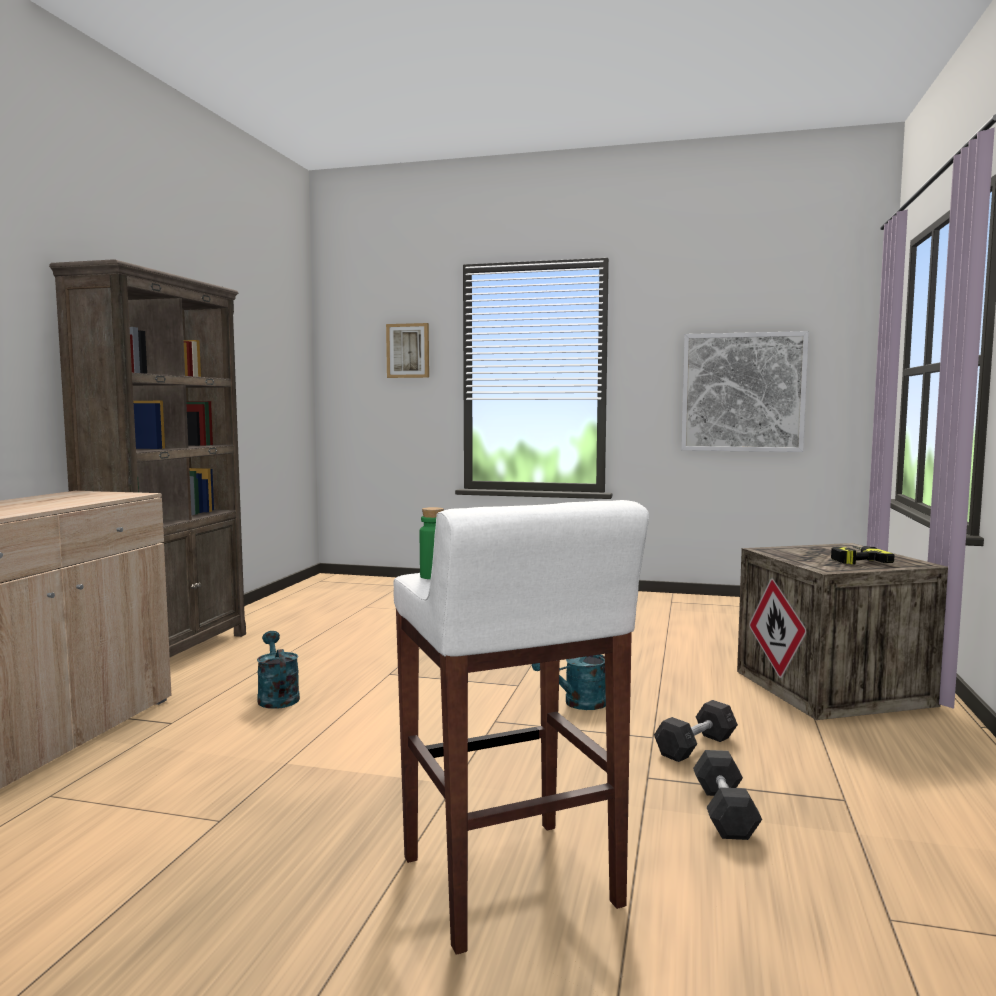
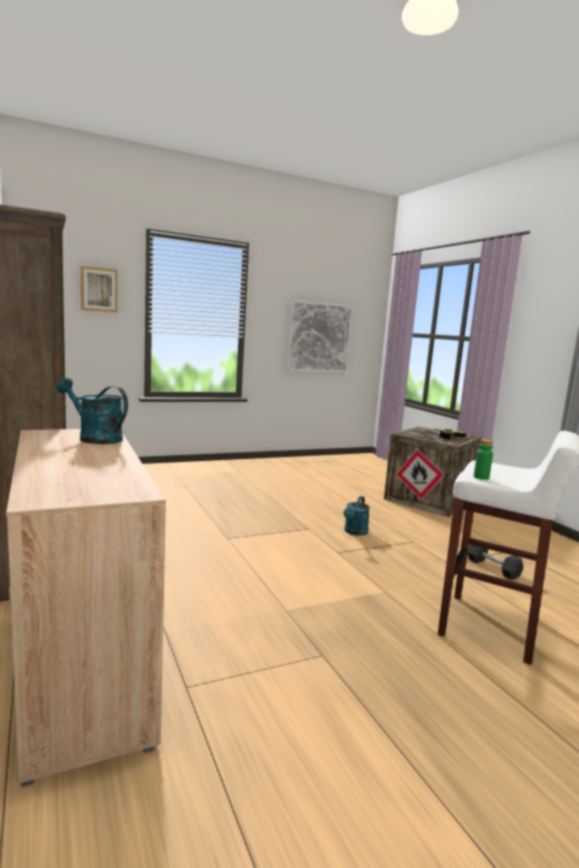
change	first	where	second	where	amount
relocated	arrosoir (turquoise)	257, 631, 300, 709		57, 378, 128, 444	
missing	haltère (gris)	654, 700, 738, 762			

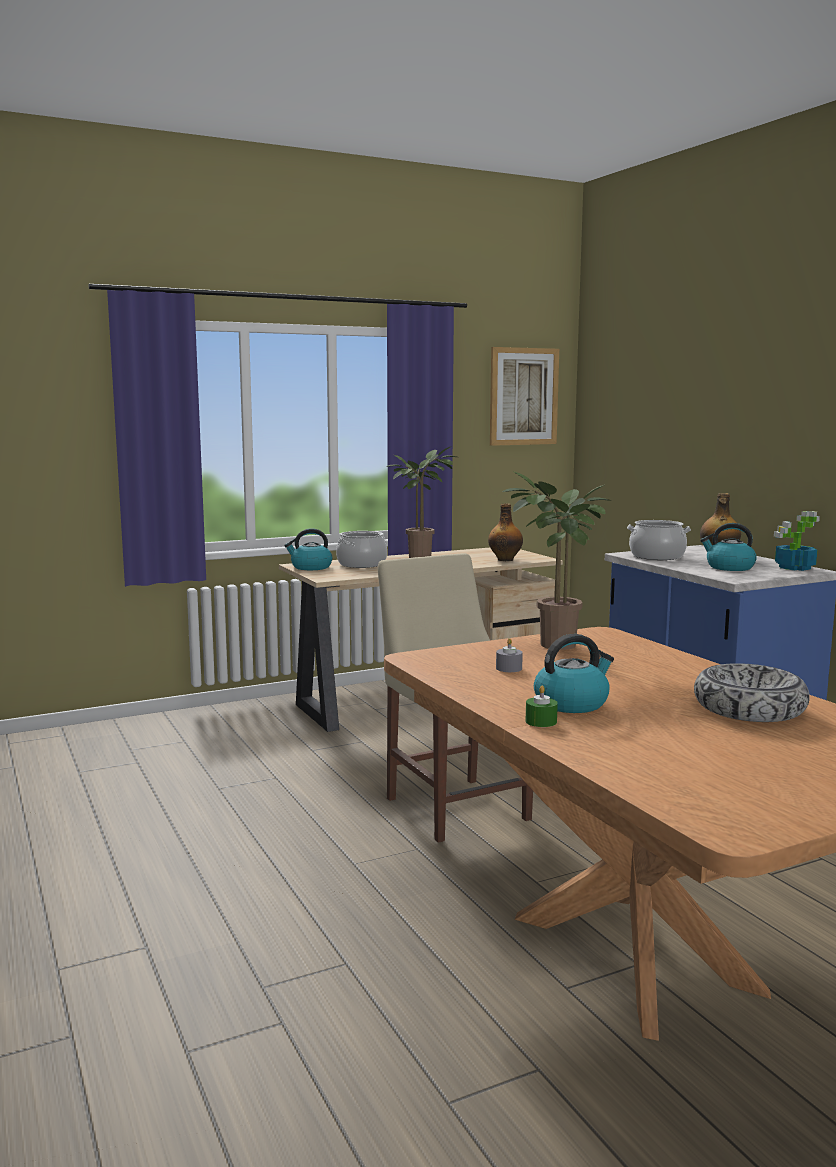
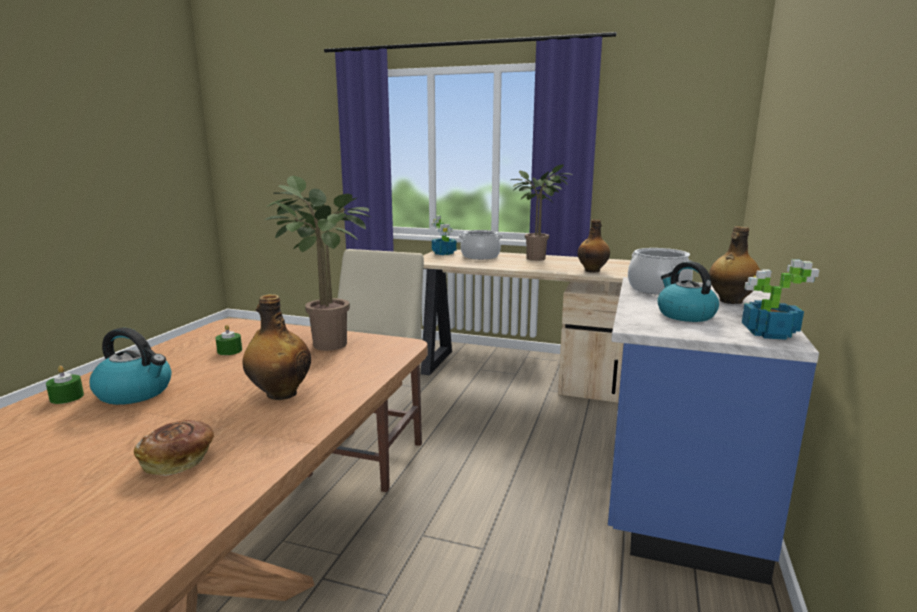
change	first	where	second	where	amount
exchanged	bouilloire	284, 528, 332, 570	plante en pot	431, 215, 456, 255	
missing	tableau	490, 347, 559, 446			
colour	bougie (gris)	496, 638, 523, 672	bougie (vert)	216, 324, 242, 355	
exchanged	bol	694, 663, 810, 722	pain	134, 420, 214, 476	
appeared			bouteille	243, 294, 311, 400	

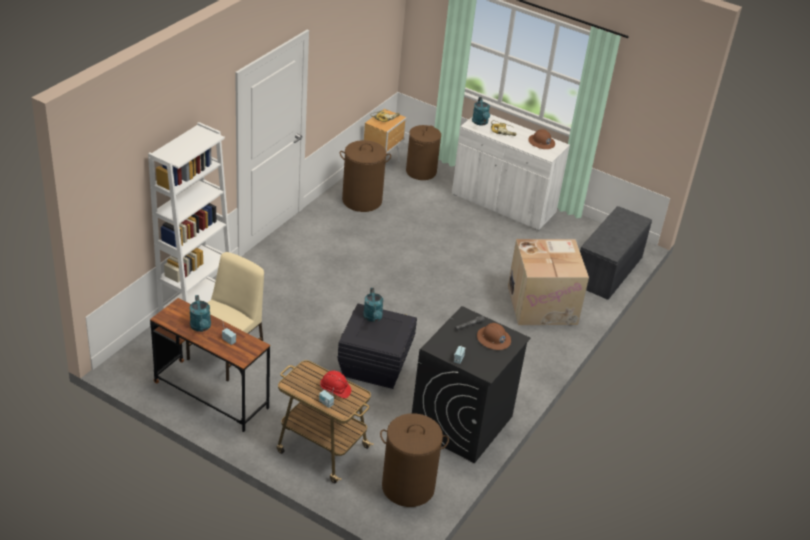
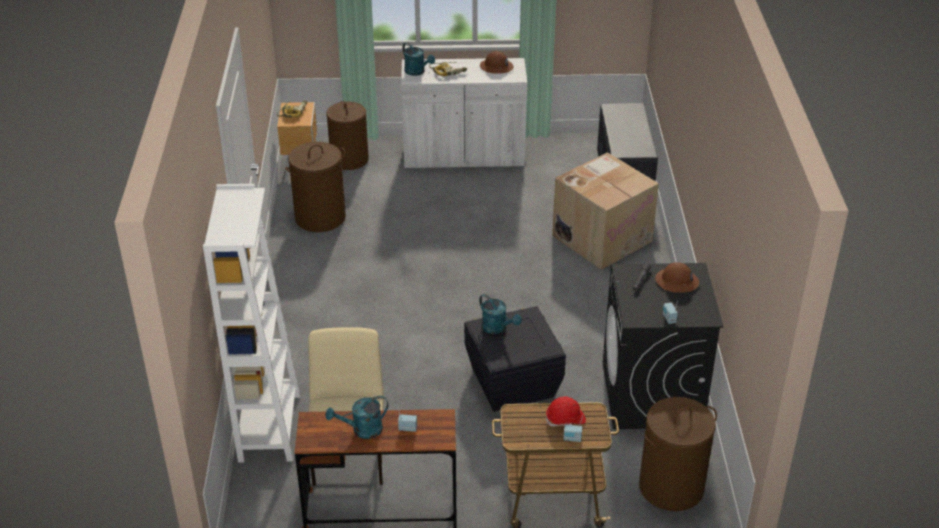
change	first	where	second	where	amount
spun	arrosoir (turquoise)	189, 295, 211, 332		326, 396, 388, 439	120 degrees clockwise

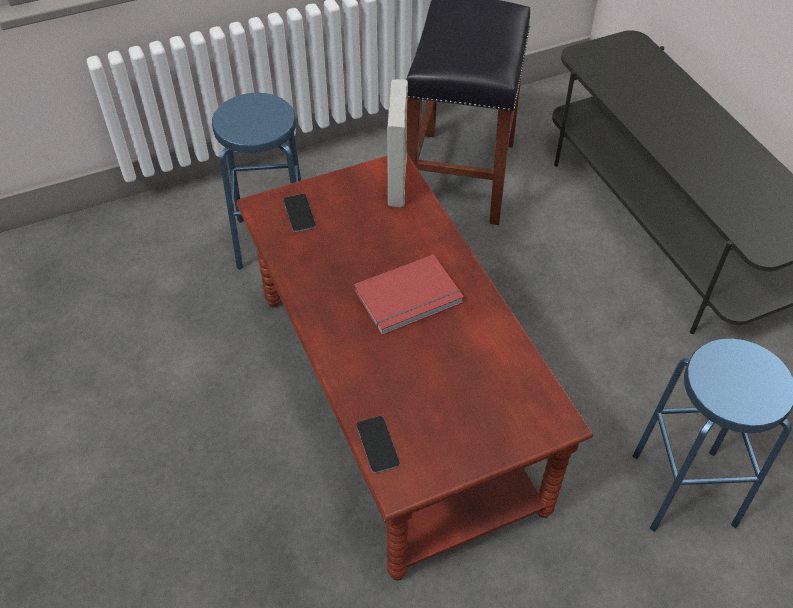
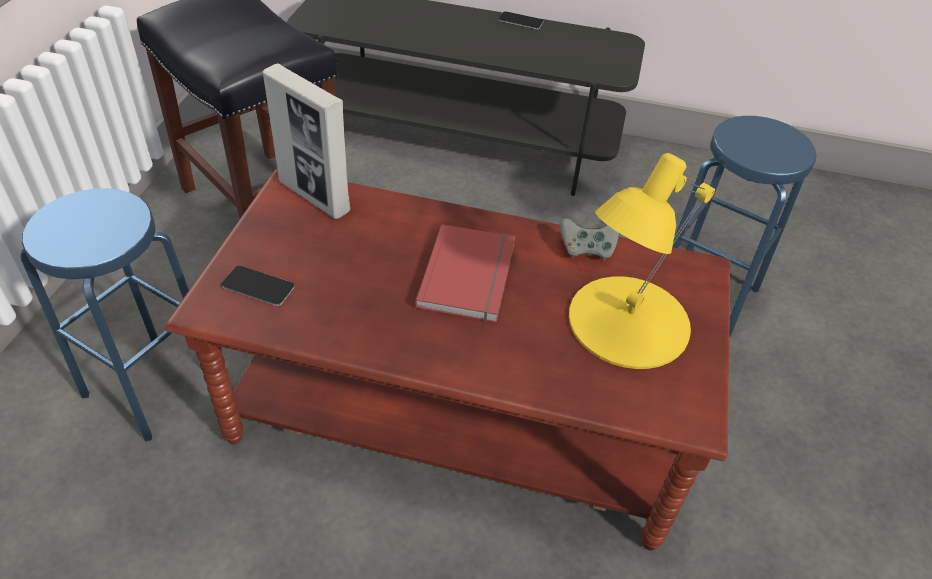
change	first	where	second	where	amount
relocated	téléphone	357, 416, 400, 473		498, 11, 544, 30	
appeared			manette (gris)	560, 218, 619, 260	
appeared			lampe de table (jaune)	569, 153, 715, 369	

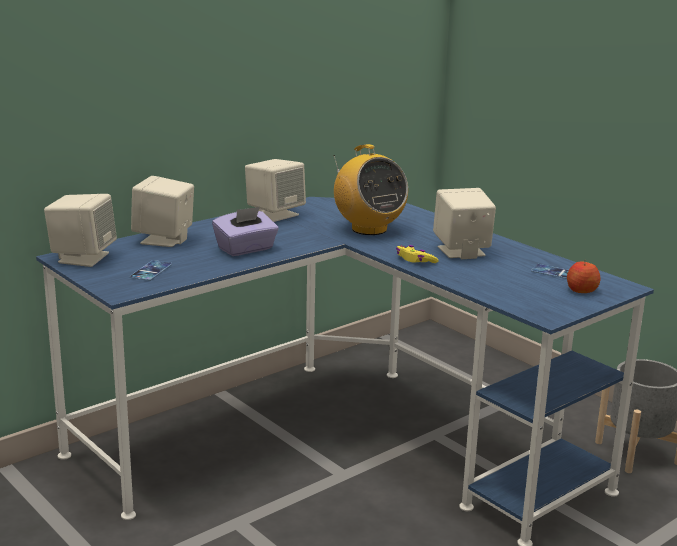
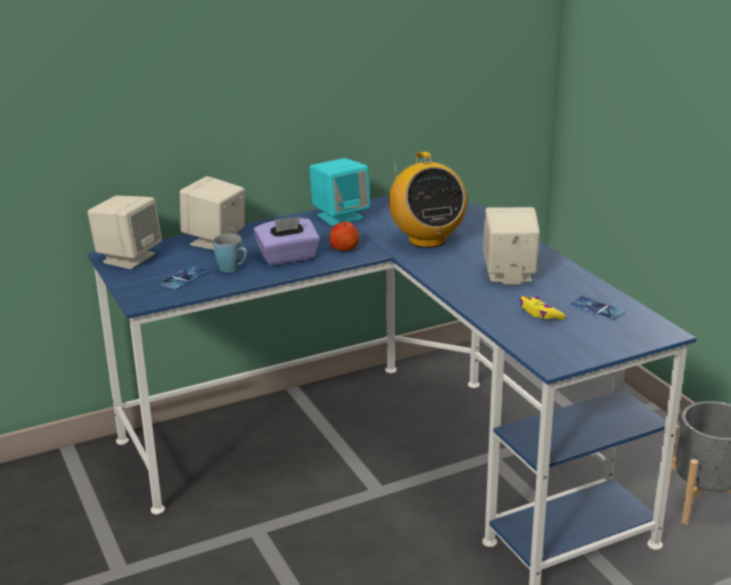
change	first	where	second	where	amount
colour	enceinte (beige)	245, 159, 306, 222	enceinte (turquoise)	309, 158, 370, 226	
relocated	manette (jaune)	396, 245, 439, 263		519, 296, 566, 320	
relocated	pomme	567, 261, 600, 293		329, 222, 359, 251	
appeared			mug (bleu)	213, 234, 247, 272	

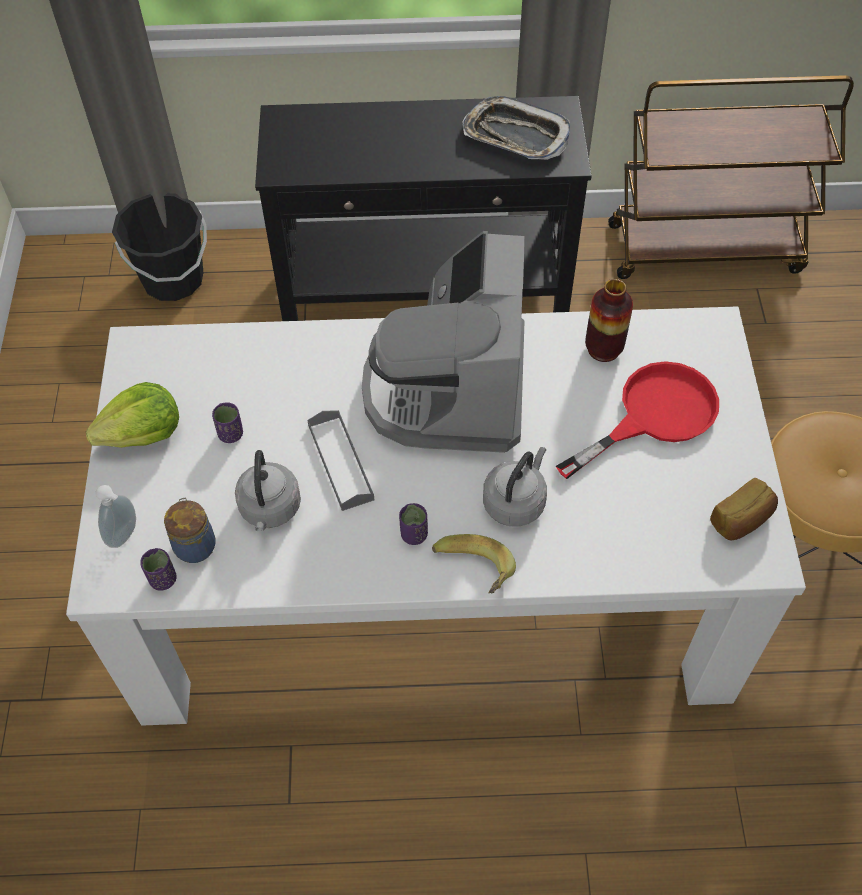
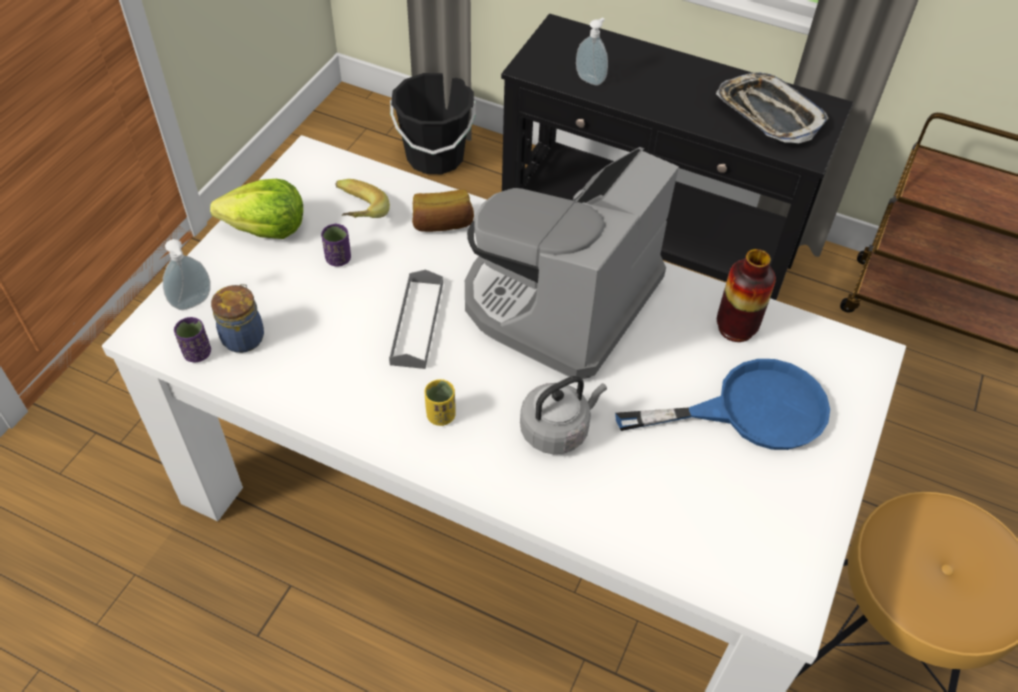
change	first	where	second	where	amount
missing	bouilloire (gris)	235, 450, 301, 531			
colour	tasse (violet)	399, 503, 428, 545	tasse (jaune)	424, 379, 456, 426	
relocated	banane	432, 534, 516, 593		335, 179, 390, 218	
colour	poêle (rouge)	555, 361, 719, 479	poêle (bleu)	615, 359, 830, 450	
relocated	pain	710, 478, 778, 541		412, 189, 474, 232	
appeared			distributeur de savon	576, 18, 608, 86	

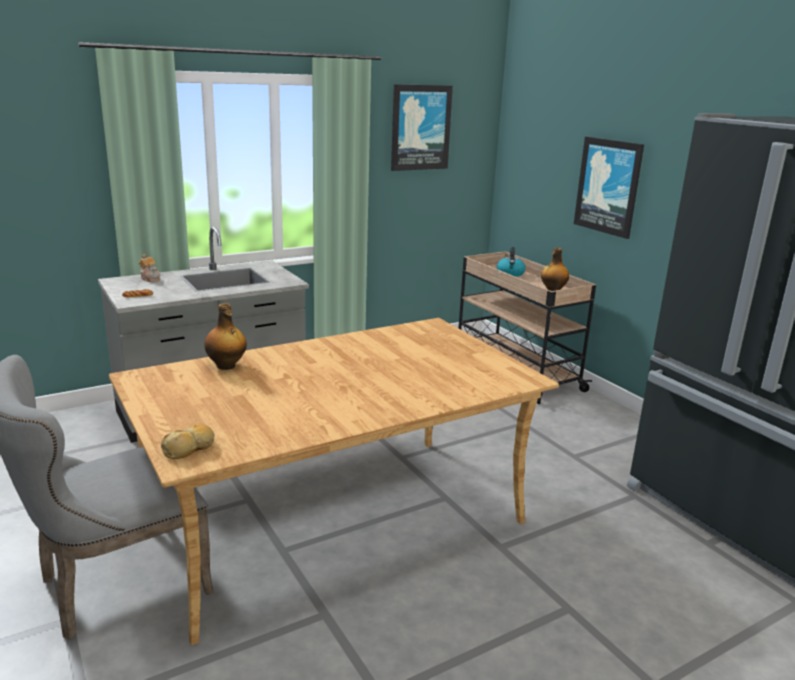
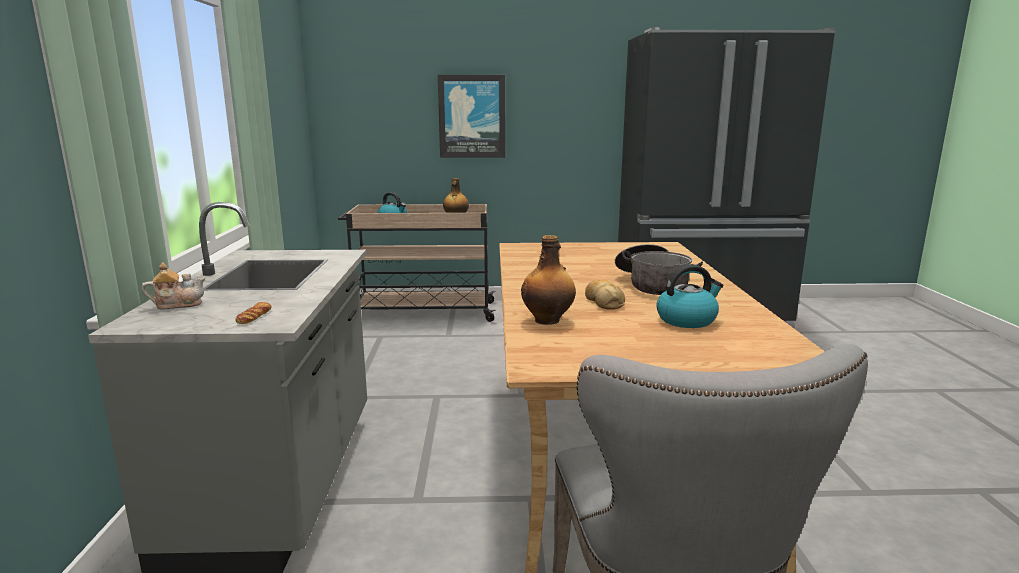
change	first	where	second	where	amount
relocated	pain	161, 423, 215, 459		585, 279, 625, 310	
missing	tableau	391, 84, 453, 171			
appeared			marmite	615, 244, 703, 295	
appeared			bouilloire	656, 264, 723, 328	

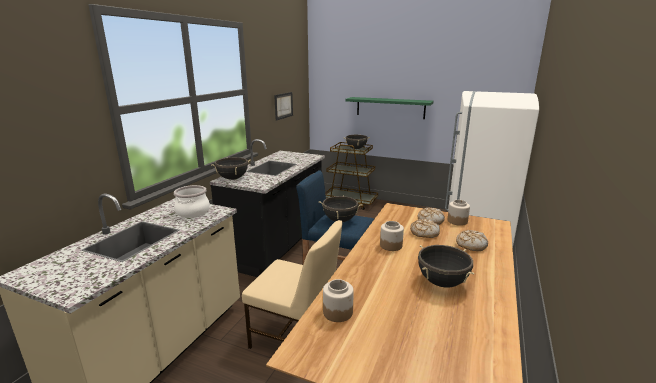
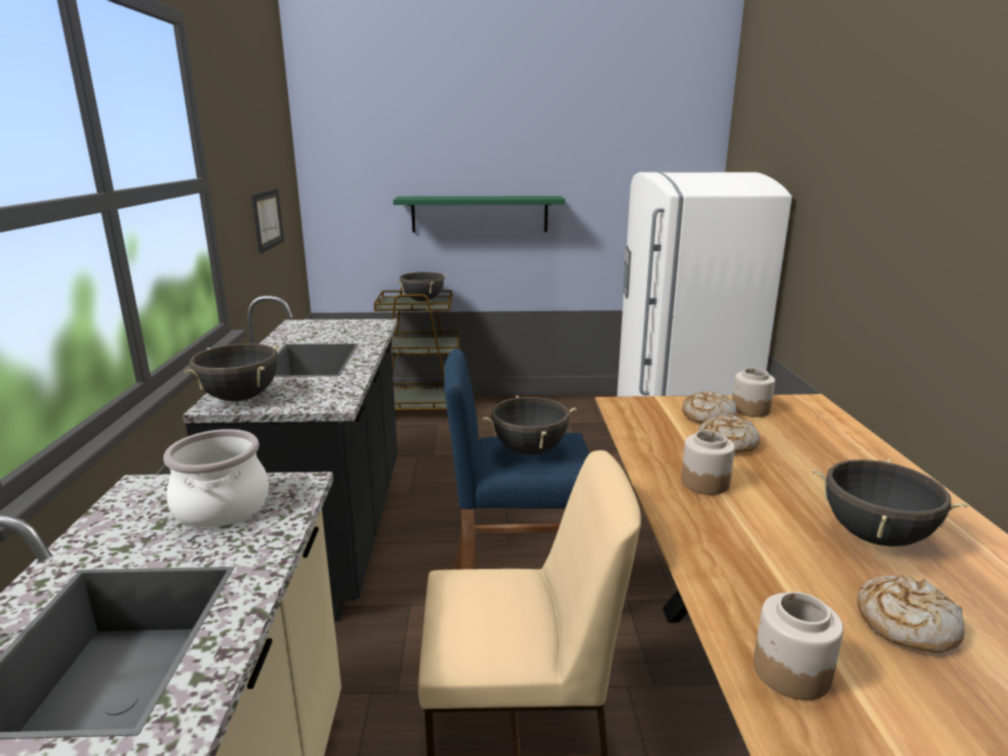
change	first	where	second	where	amount
relocated	pain	456, 230, 488, 251		857, 575, 965, 653	

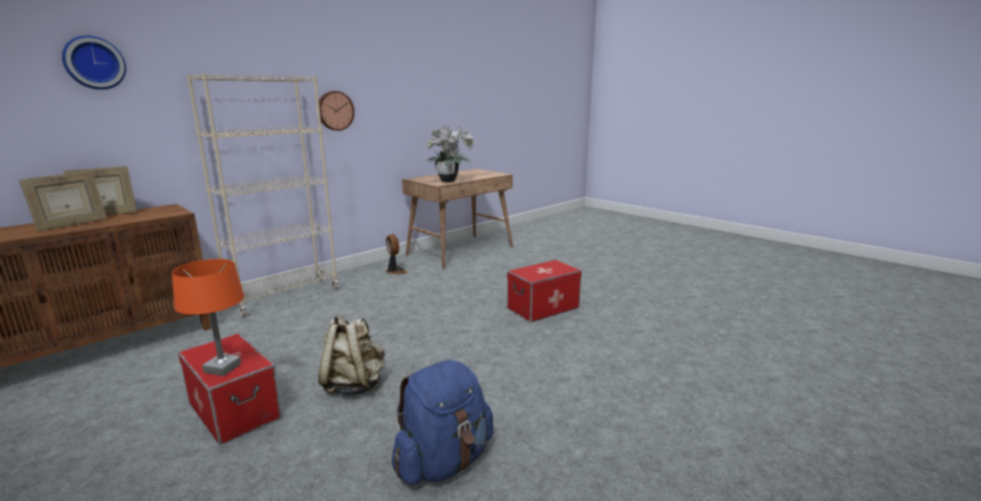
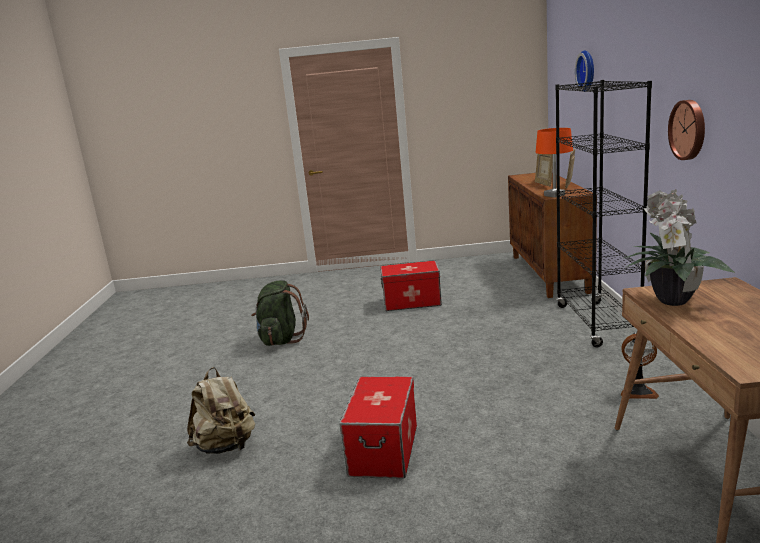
change	first	where	second	where	amount
relocated	lampe de table (orange)	172, 259, 244, 376		536, 128, 573, 198	
colour	bibliothèque (beige)	187, 73, 338, 317	bibliothèque (noir)	555, 80, 652, 347	
relocated	sac à dos (beige)	318, 315, 385, 395		187, 367, 255, 454	
colour	sac à dos (bleu)	392, 360, 493, 485	sac à dos (vert)	251, 281, 309, 346	

